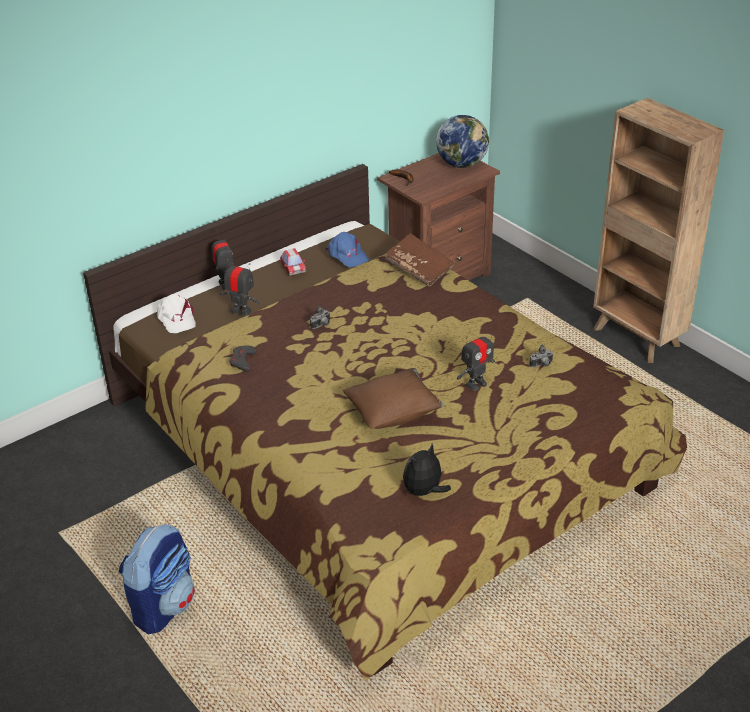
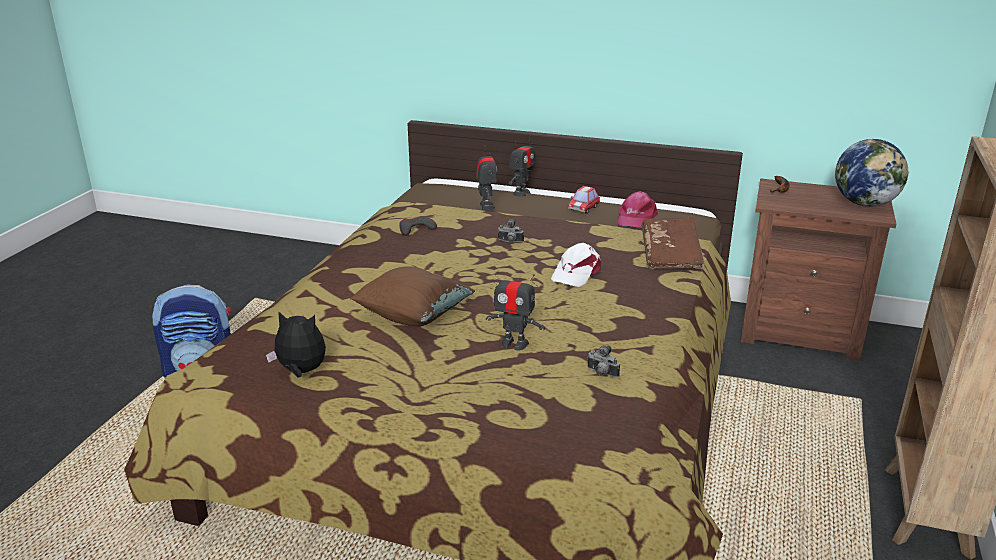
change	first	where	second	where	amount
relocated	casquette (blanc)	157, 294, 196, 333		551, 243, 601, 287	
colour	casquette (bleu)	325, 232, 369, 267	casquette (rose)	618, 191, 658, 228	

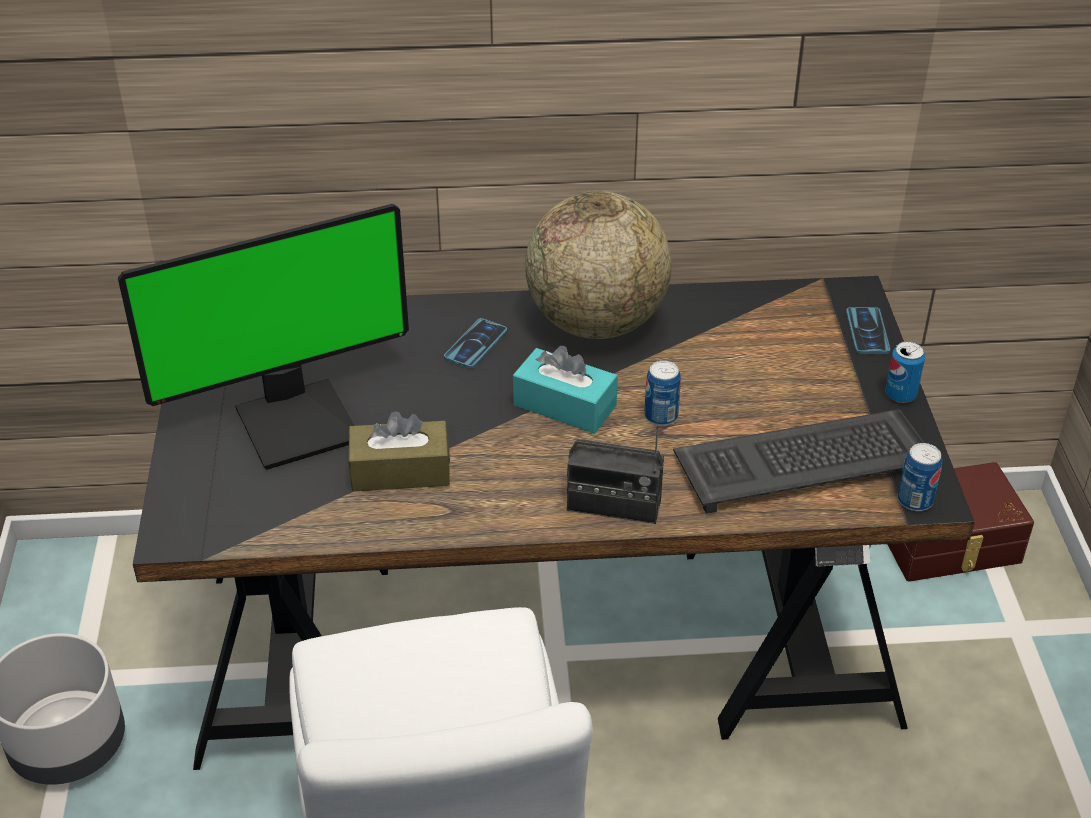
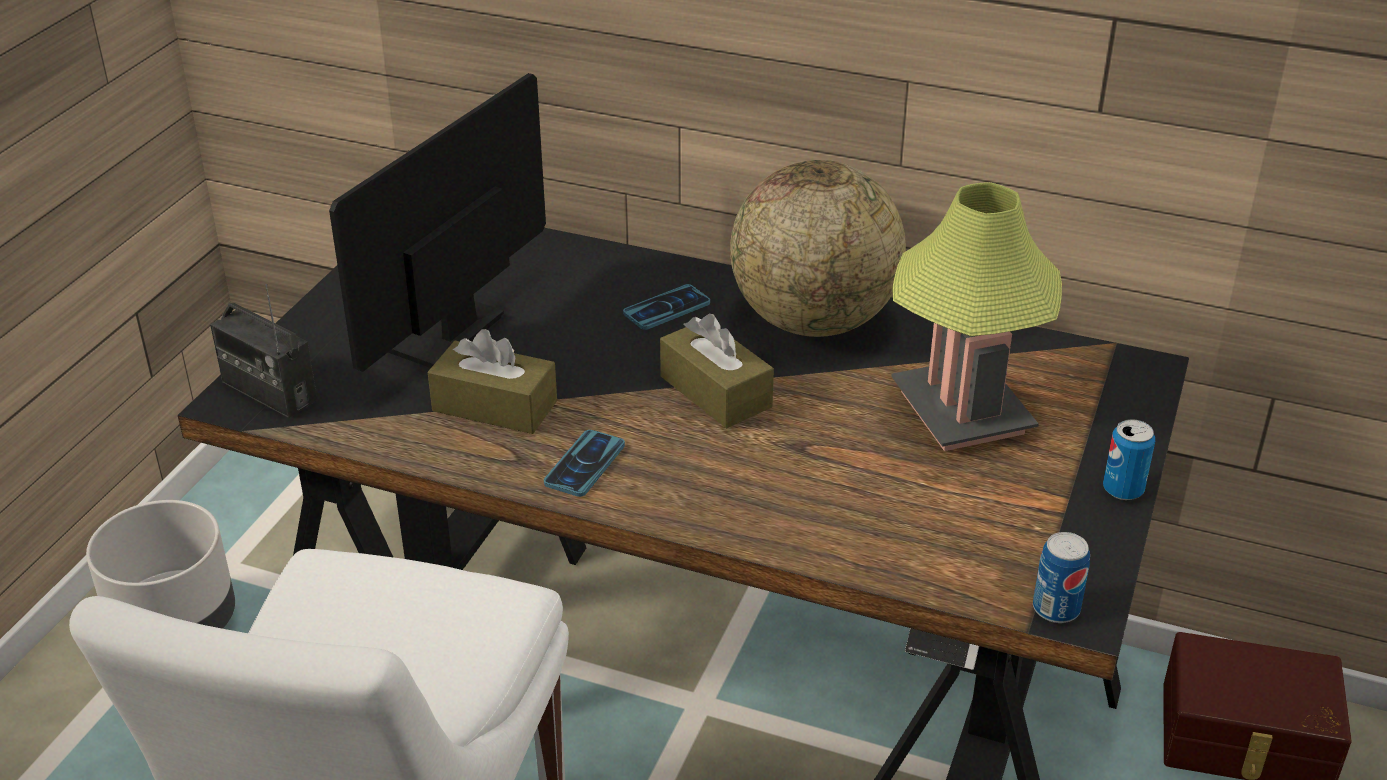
change	first	where	second	where	amount
spun	écran d'ordinateur	118, 204, 409, 470		329, 73, 546, 372	120 degrees clockwise
colour	boîte à mouchoirs (turquoise)	513, 346, 618, 434	boîte à mouchoirs (marron)	660, 314, 774, 428	
relocated	radio	567, 417, 664, 524		210, 284, 317, 418	
missing	boîte métallique	644, 361, 681, 426			
missing	clavier	673, 409, 924, 514			
relocated	téléphone	846, 307, 891, 354		544, 430, 625, 497	
appeared			lampe de table	891, 182, 1062, 451	

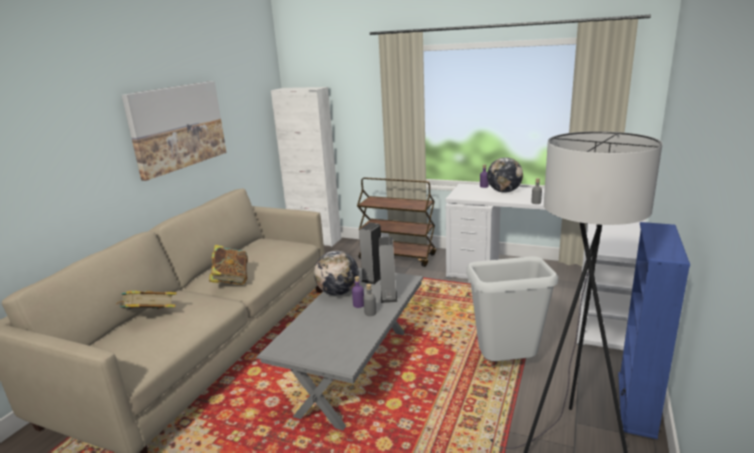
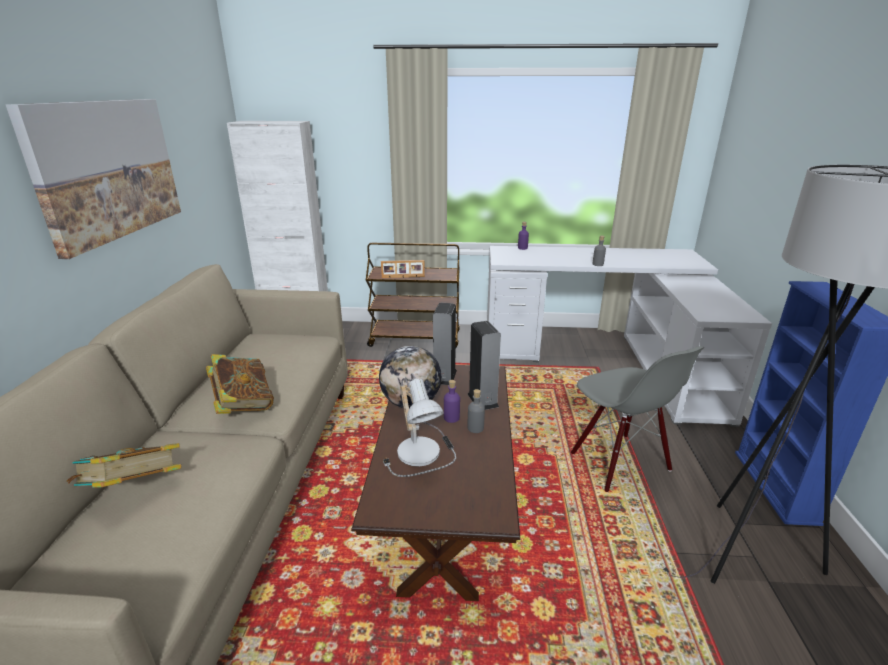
change	first	where	second	where	amount
colour	table basse (gris)	256, 268, 424, 430	table basse (marron)	351, 365, 520, 601	
exchanged	poubelle (gris)	466, 256, 559, 361	chaise (gris)	571, 346, 704, 492	
missing	globe	487, 157, 523, 193			
appeared			cadre photo	381, 260, 425, 278	
appeared			lampe de table	383, 373, 456, 477	

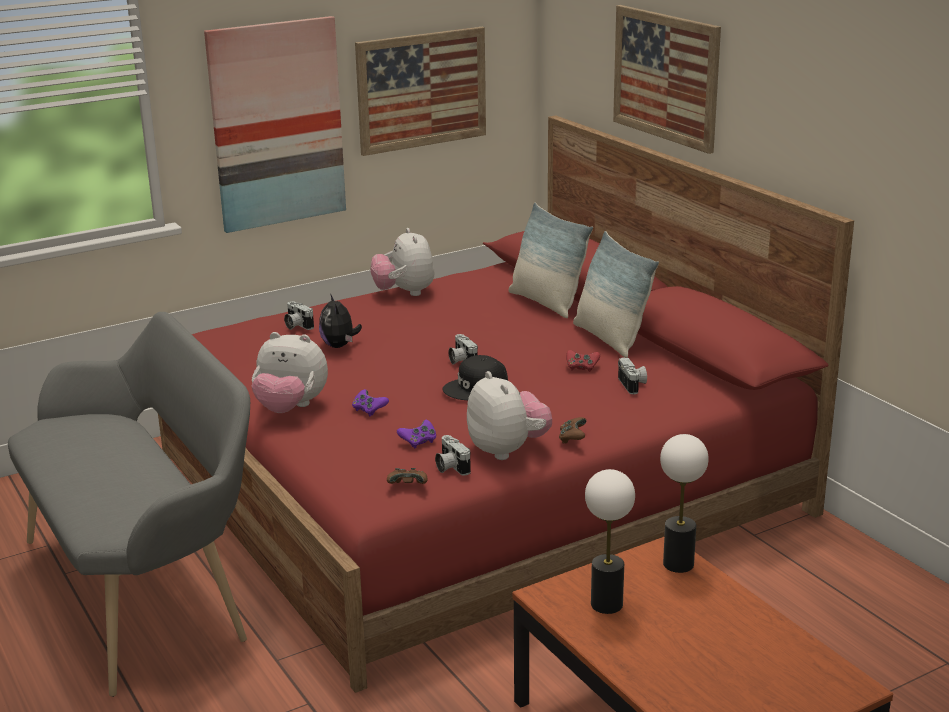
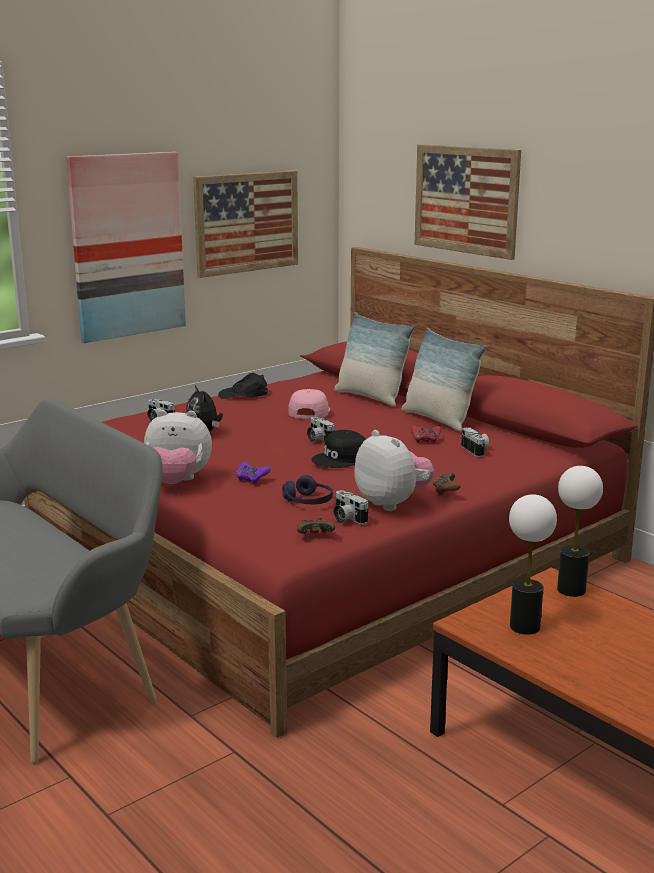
change	first	where	second	where	amount
exchanged	peluche	371, 228, 435, 296	casquette (noir)	218, 373, 268, 399	
exchanged	manette (violet)	397, 420, 436, 449	casque audio (violet)	282, 475, 333, 504	
appeared			casquette (rose)	288, 389, 330, 419	

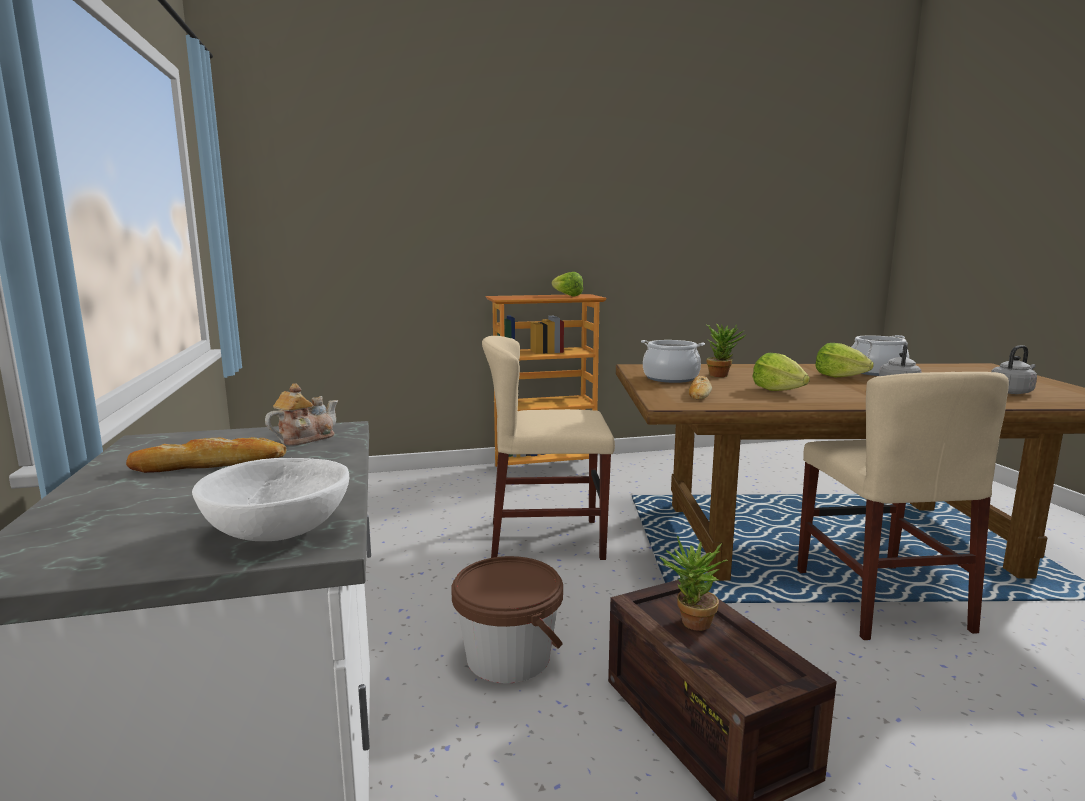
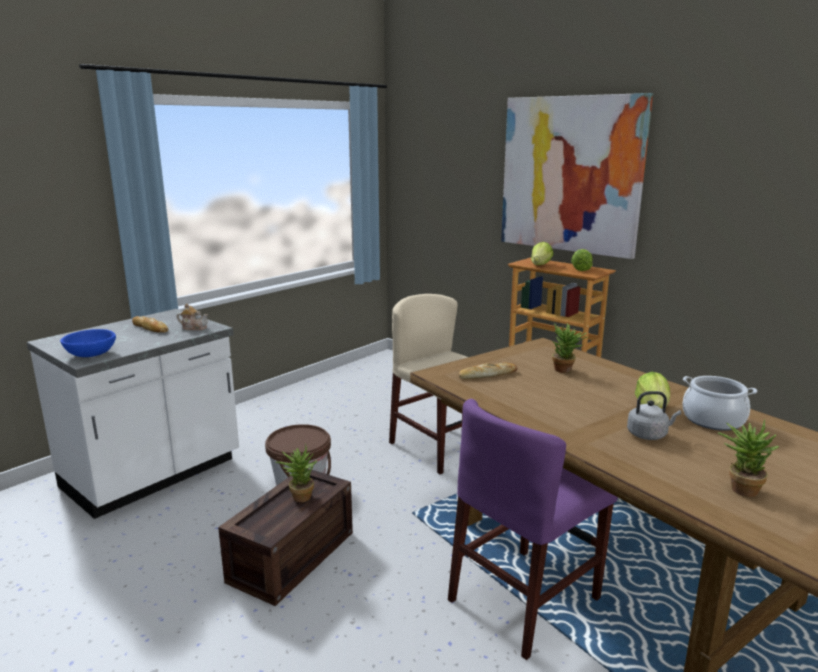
change	first	where	second	where	amount
colour	bol (blanc)	192, 458, 349, 541	bol (bleu)	60, 329, 116, 357	
missing	marmite	641, 340, 705, 383			
relocated	laitue	752, 353, 810, 391		531, 242, 554, 265	
colour	chaise (beige)	797, 372, 1009, 640	chaise (violet)	448, 399, 618, 660	
exchanged	bouilloire (gris)	991, 345, 1037, 394	plante en pot	718, 419, 779, 497	
appeared			tableau	501, 93, 653, 259	

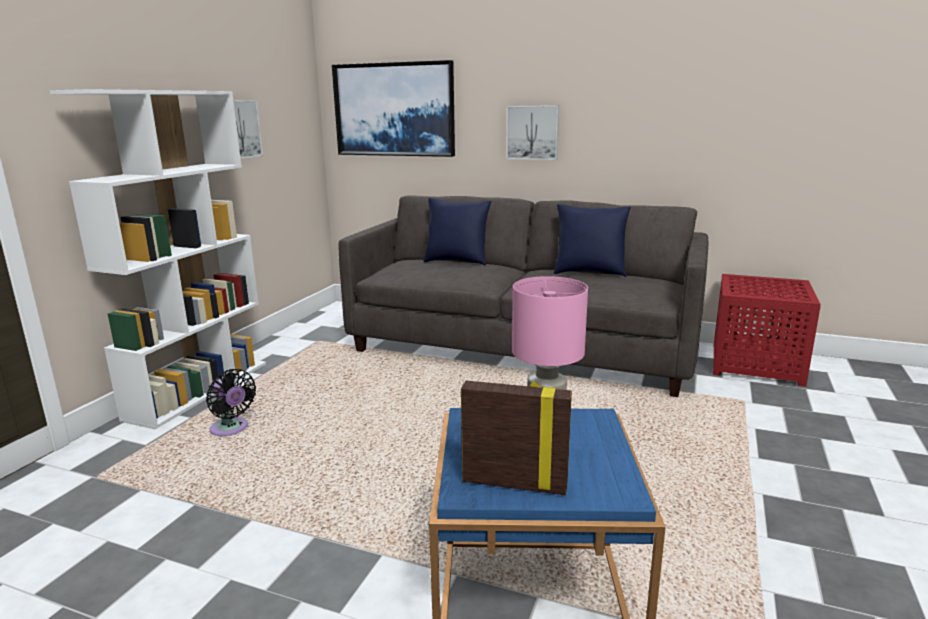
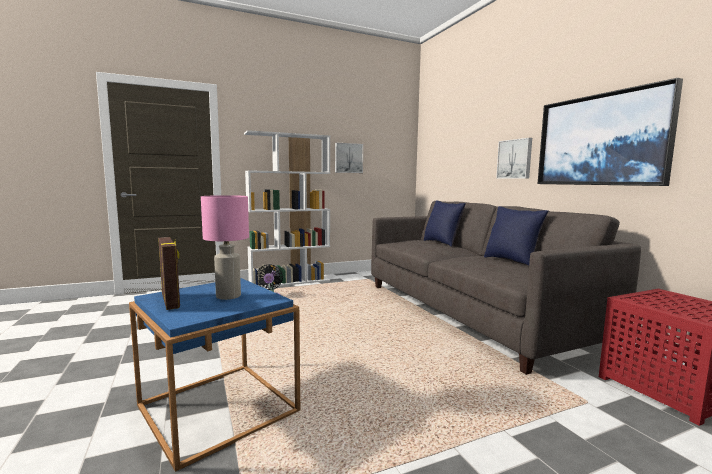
change	first	where	second	where	amount
relocated	tableau	332, 60, 455, 157		537, 78, 683, 186	

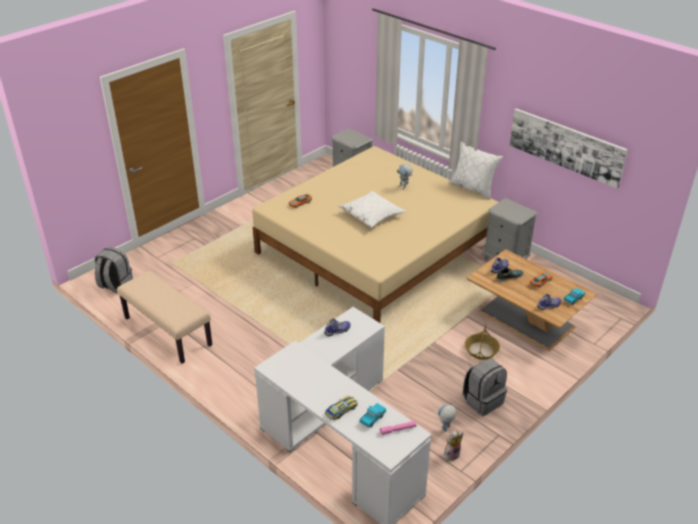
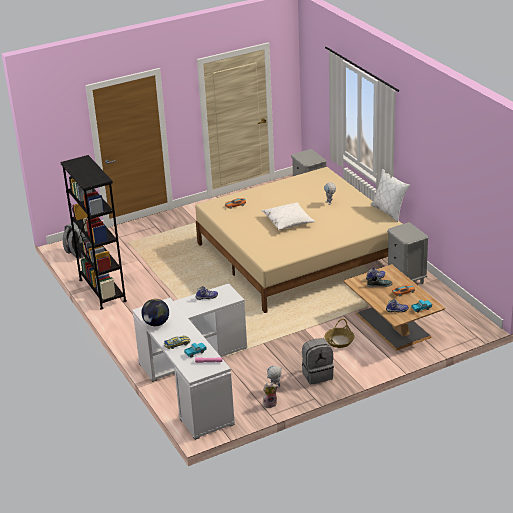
change	first	where	second	where	amount
exchanged	banc (beige)	117, 271, 212, 364	bibliothèque (noir)	60, 155, 127, 310	
missing	tableau	509, 108, 628, 189			
appeared			globe	141, 299, 169, 326	

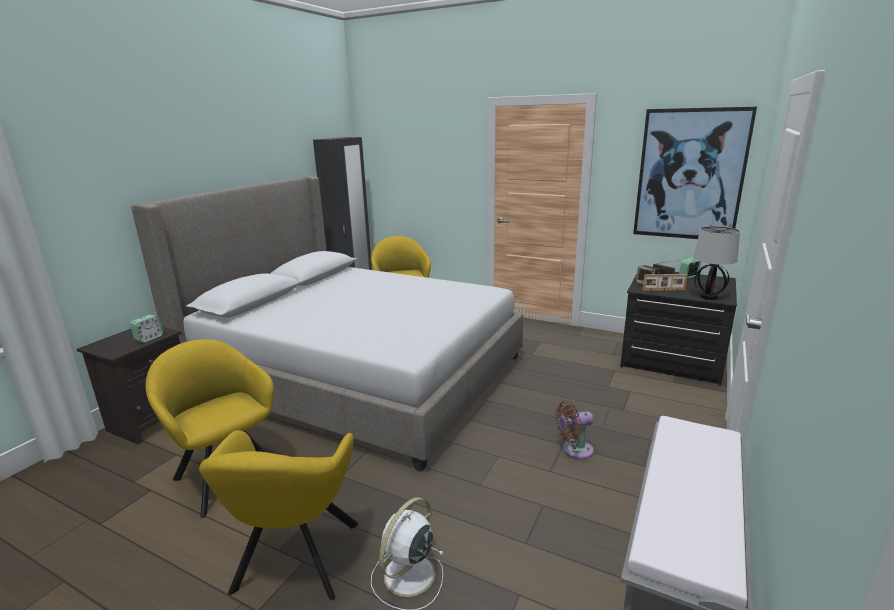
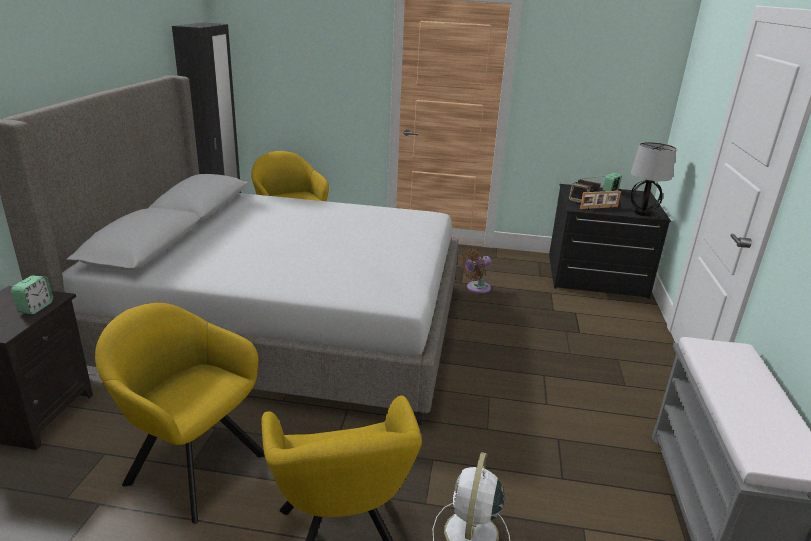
change	first	where	second	where	amount
relocated	ventilateur (marron)	556, 401, 594, 459		461, 248, 491, 294	
missing	tableau	633, 107, 757, 239			

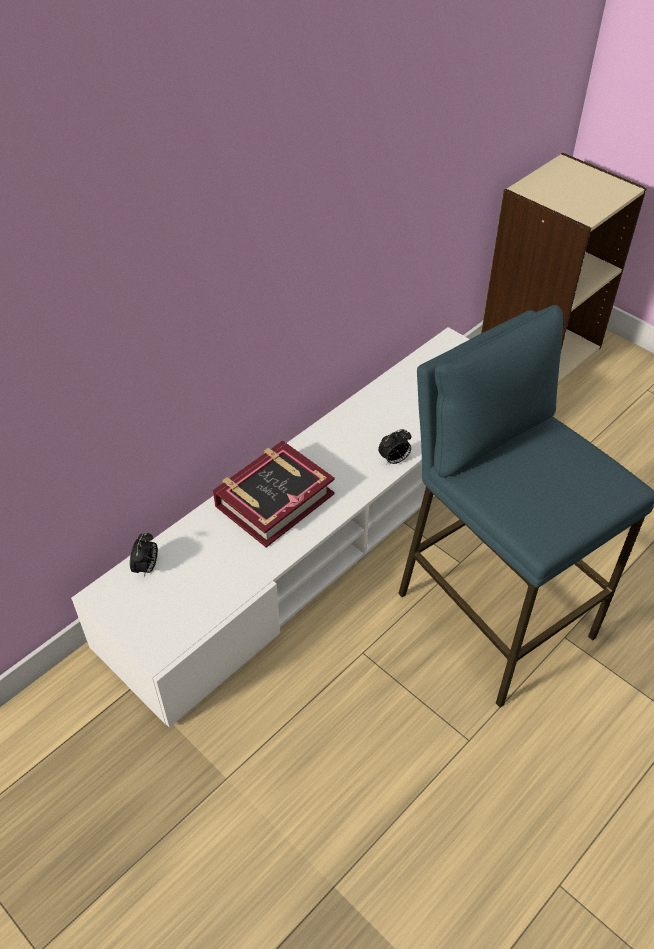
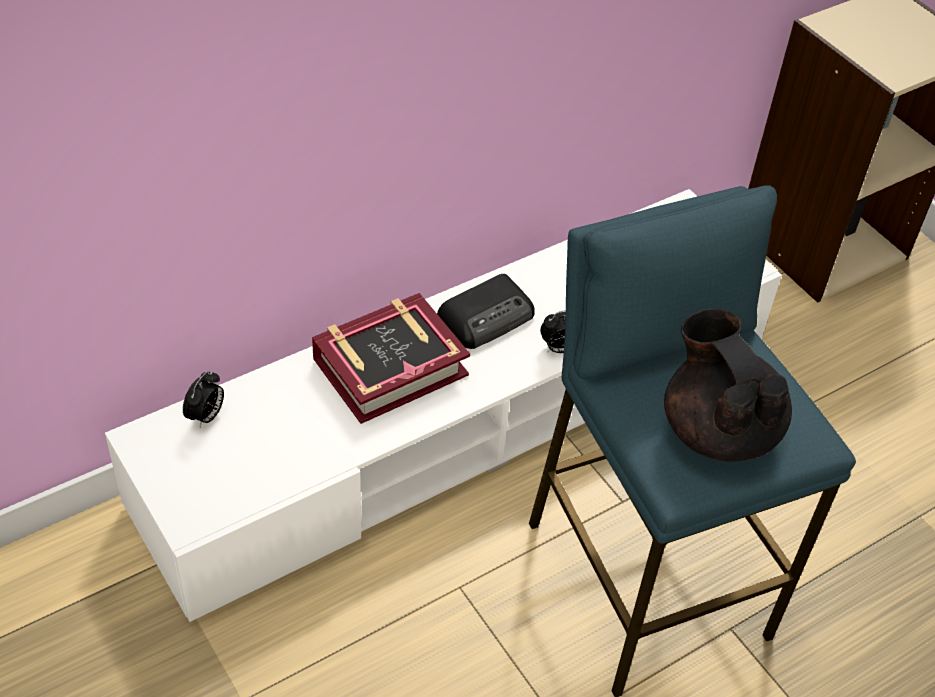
change	first	where	second	where	amount
appeared			radio	437, 274, 535, 349	
appeared			théière (noir)	664, 308, 792, 462	

